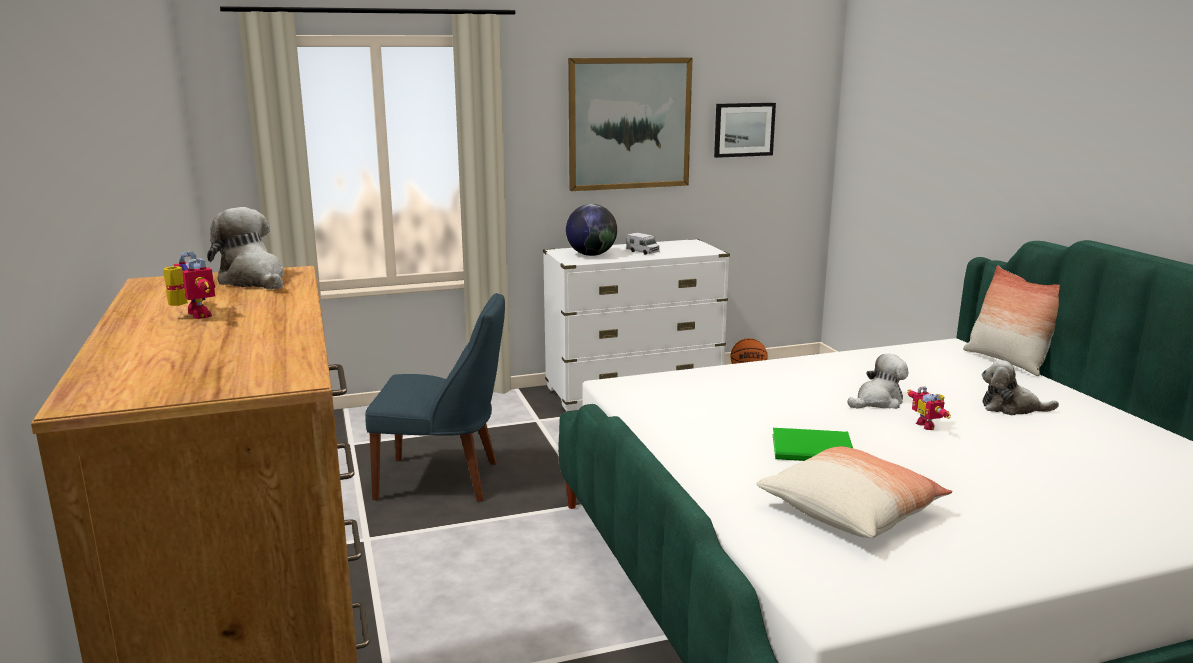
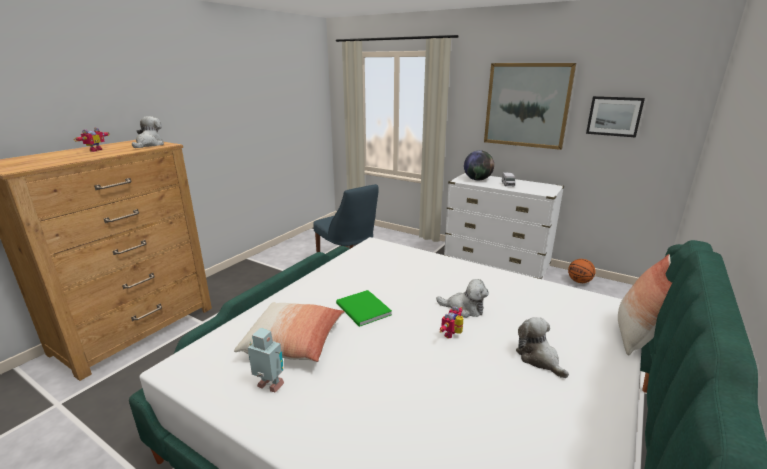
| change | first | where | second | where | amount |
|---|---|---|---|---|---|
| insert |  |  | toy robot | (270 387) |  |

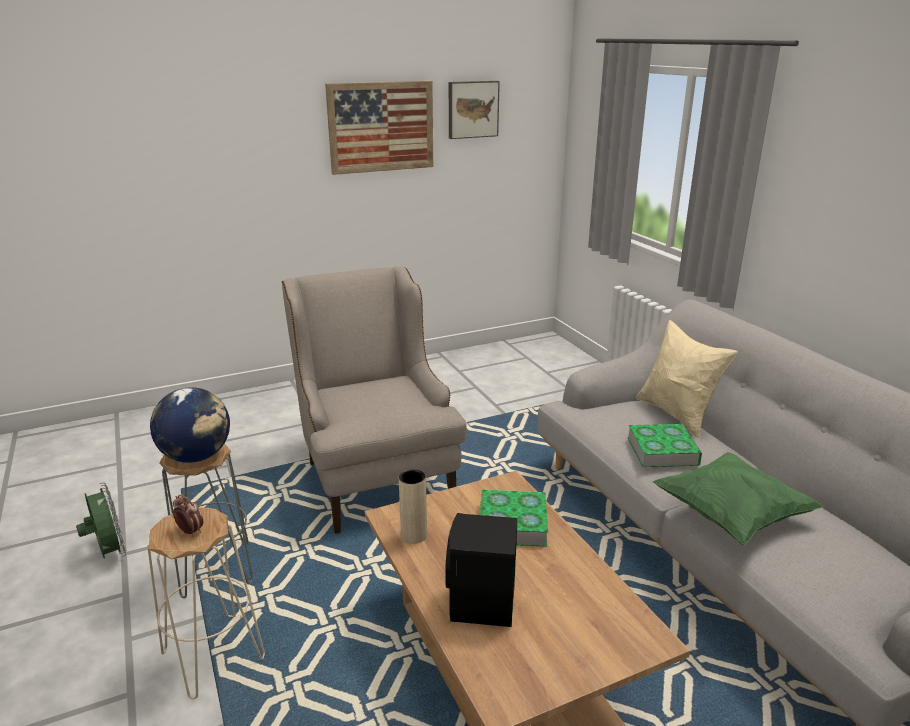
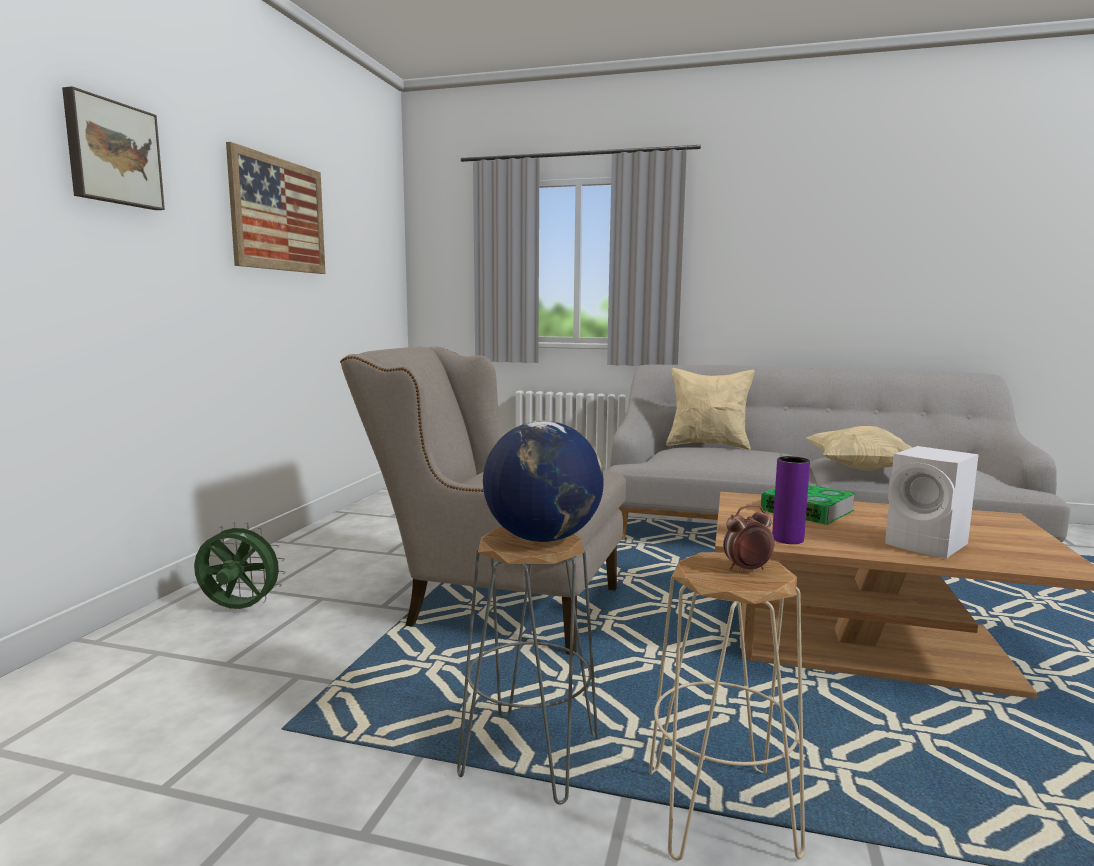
| change | first | where | second | where | amount |
|---|---|---|---|---|---|
| move | picture | (472 109) |  | (112 153) |  |
| move | green fan | (110 553) |  | (239 610) |  |
| recolor | beige vase | (414 535) | purple vase | (787 539) |  |
| recolor | green pillow | (731 516) | beige pillow | (861 469) |  |
| recolor | black speaker | (481 606) | white speaker | (929 545) |  |
| delete | book | (662 451) |  |  |  |

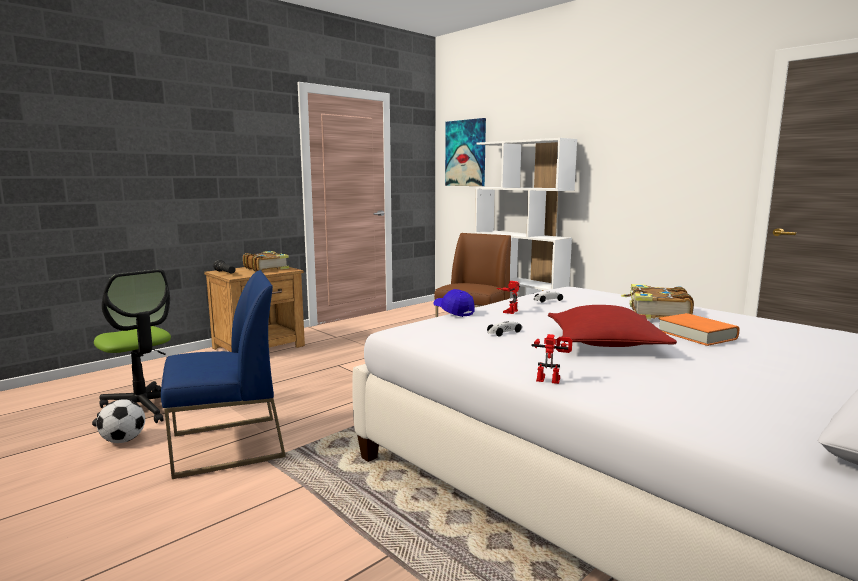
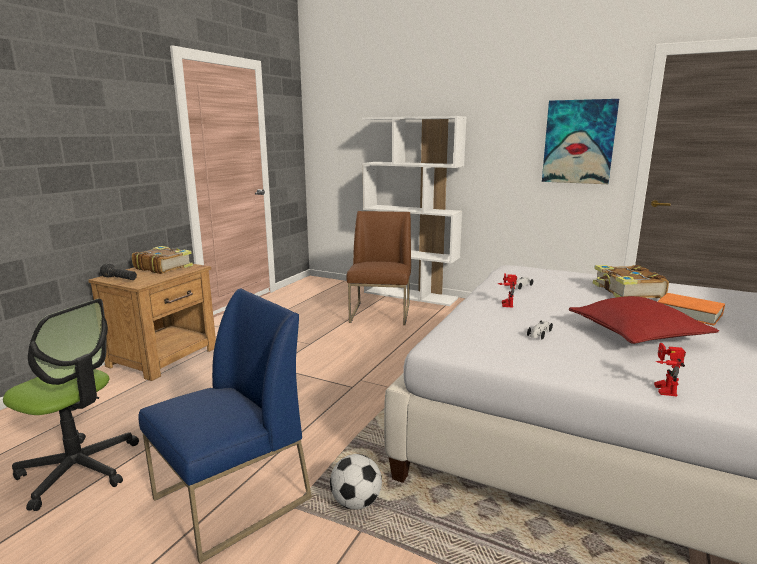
| change | first | where | second | where | amount |
|---|---|---|---|---|---|
| move | football | (123 440) |  | (356 502) |  |
| move | picture | (465 153) |  | (579 142) |  |
| rotate | toy robot | (550 378) |  | (661 389) | 75 degrees counterclockwise |
| delete | blue cap | (453 311) |  |  |  |

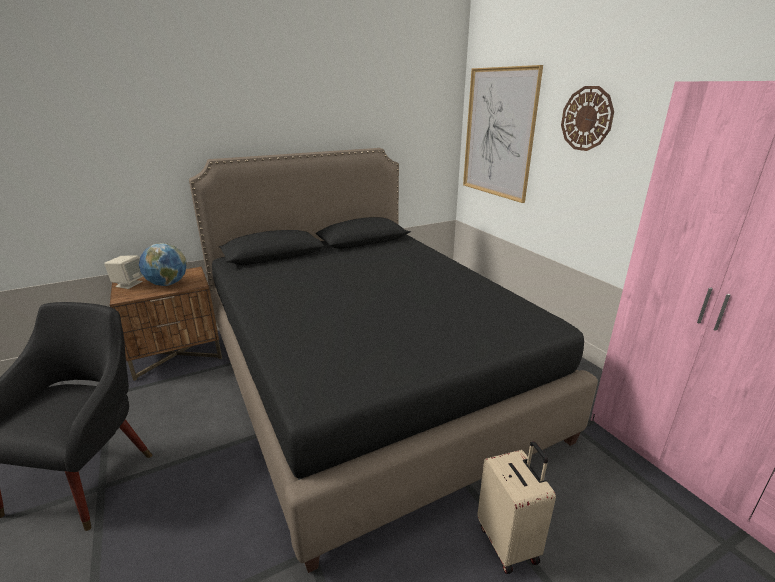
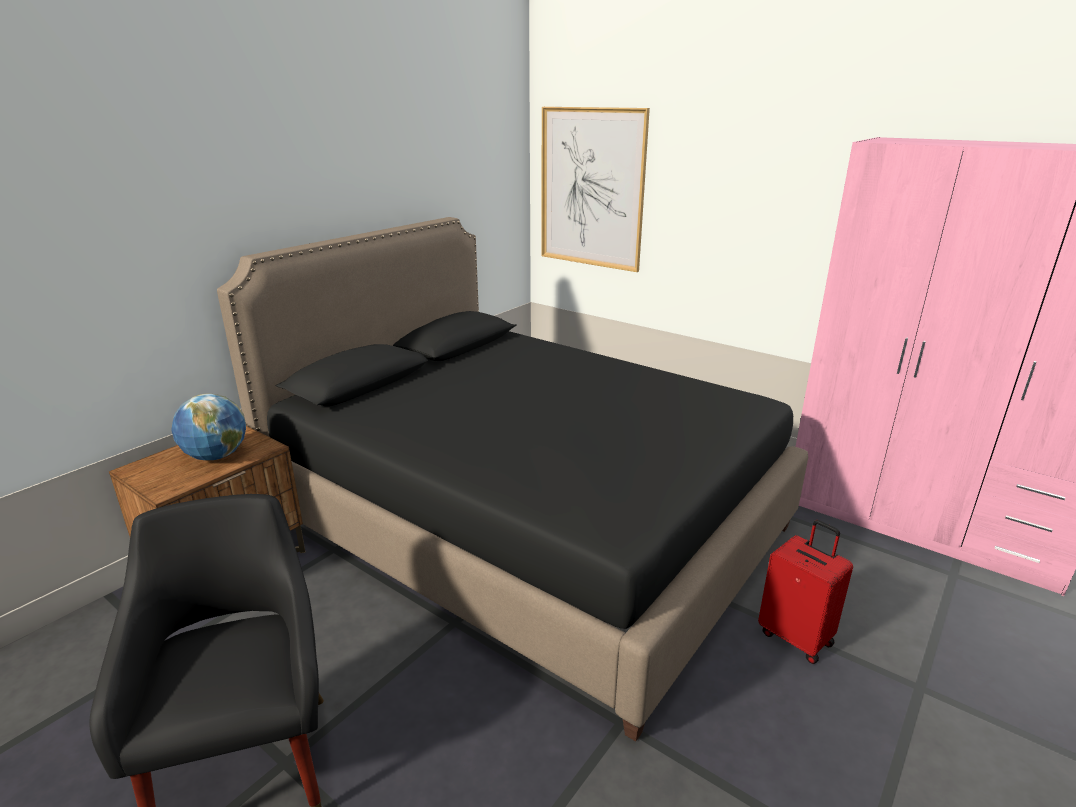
| change | first | where | second | where | amount |
|---|---|---|---|---|---|
| recolor | beige suitcase | (509 543) | red suitcase | (796 637) |  |
| delete | beige speaker | (128 284) |  |  |  |
| delete | wall clock | (587 118) |  |  |  |

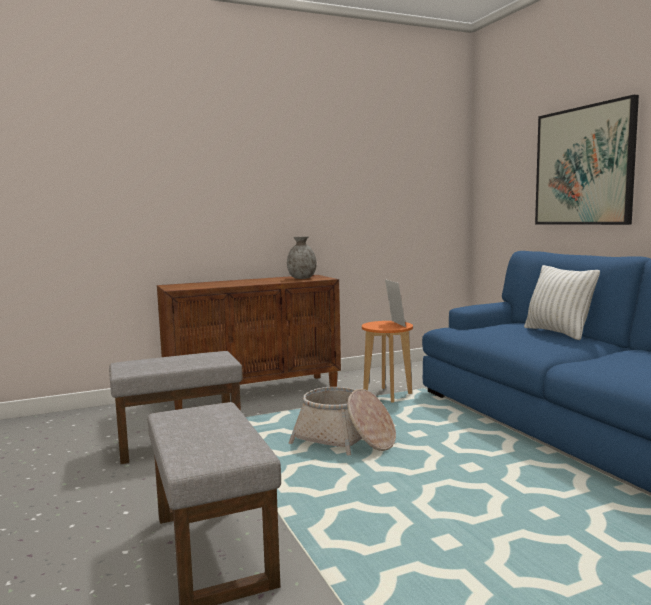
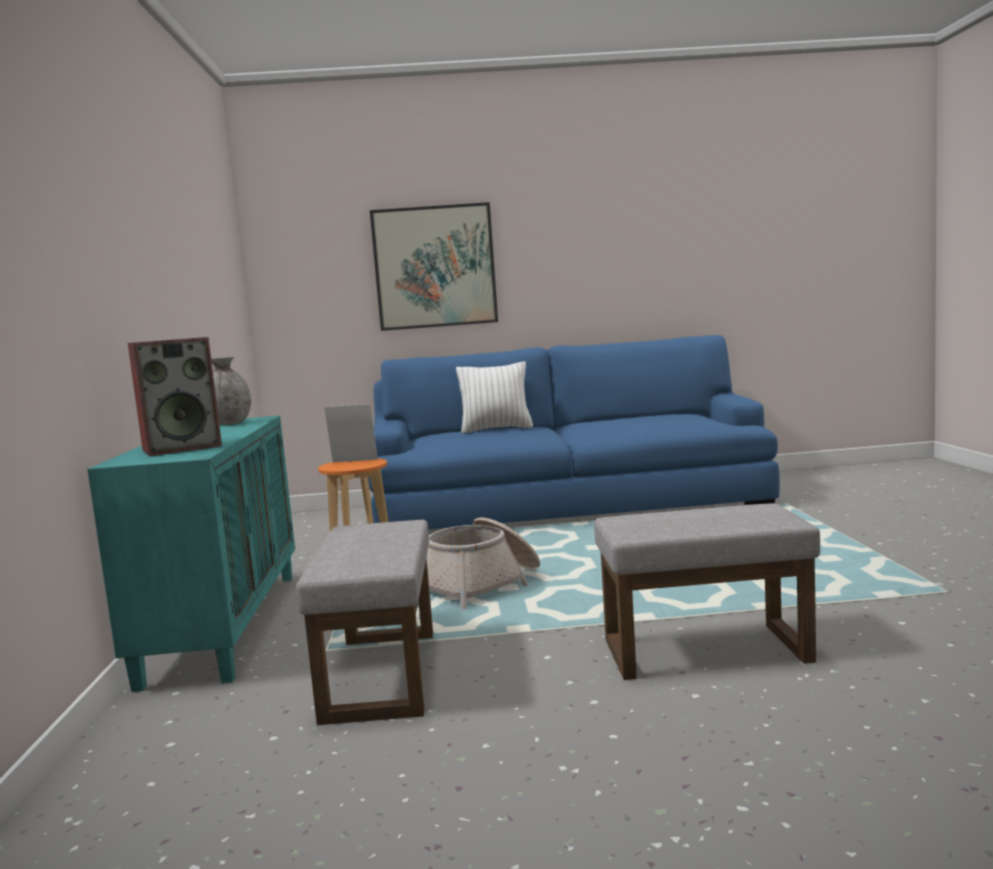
| change | first | where | second | where | amount |
|---|---|---|---|---|---|
| recolor | brown cabinet | (254 392) | turquoise cabinet | (224 625) |  |
| insert |  |  | speaker | (183 447) |  |

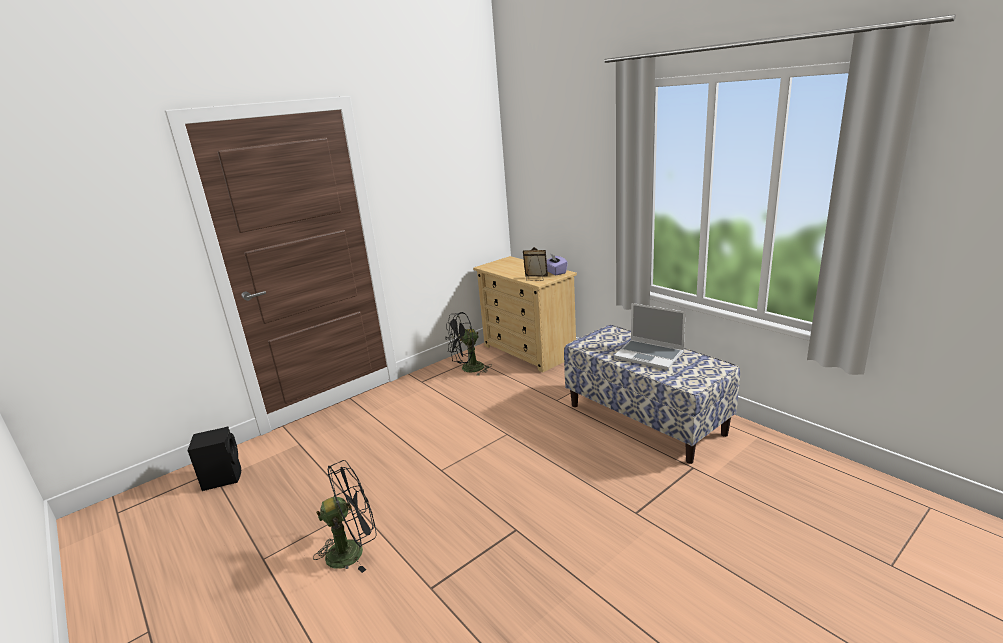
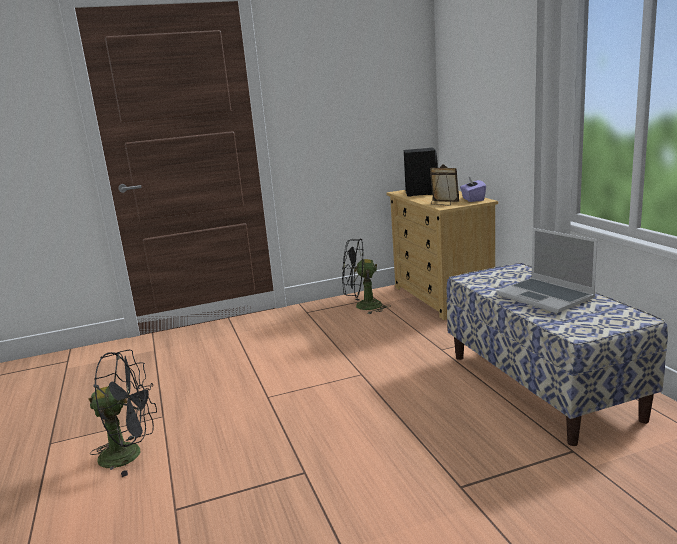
| change | first | where | second | where | amount |
|---|---|---|---|---|---|
| move | black speaker | (223 477) |  | (421 193) |  |

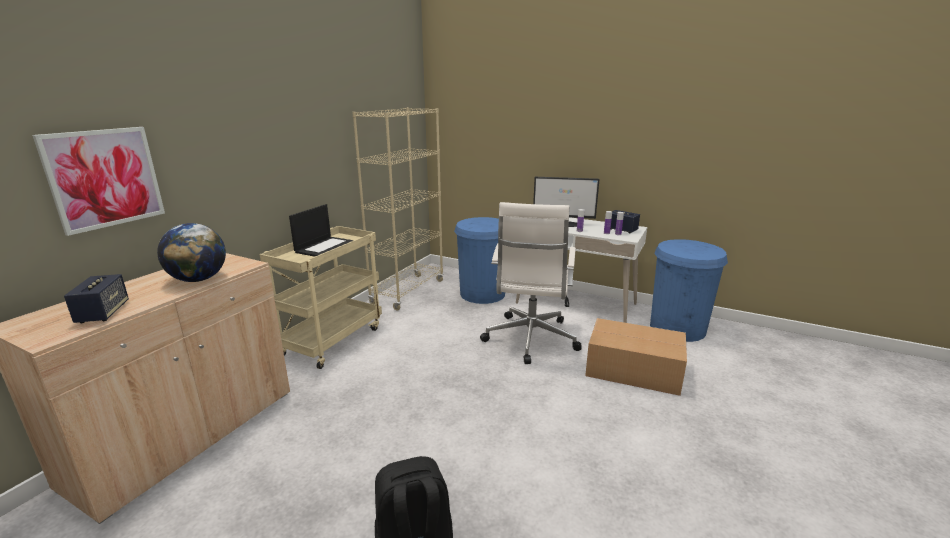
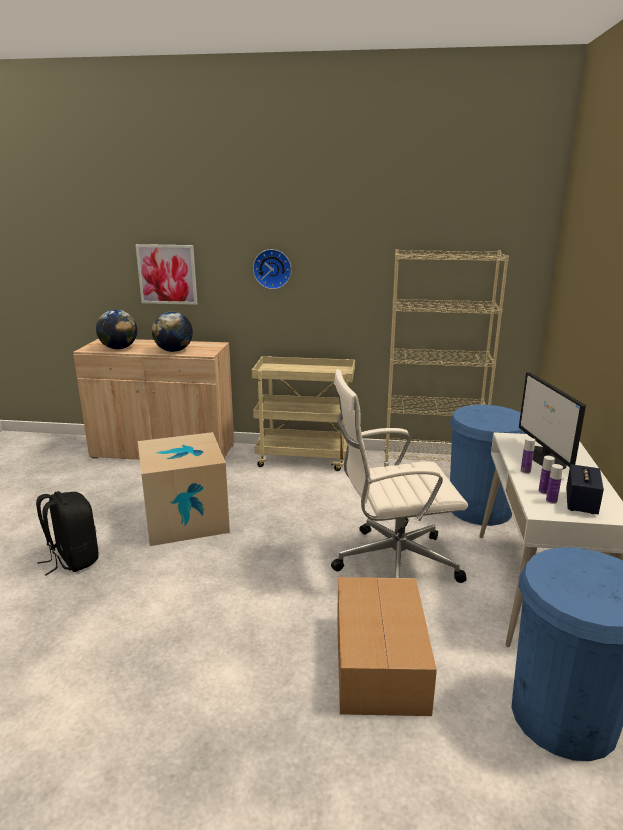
| change | first | where | second | where | amount |
|---|---|---|---|---|---|
| replace | speaker | (103 313) | globe | (119 348) |  |
| insert |  |  | cardboard box | (185 519) |  |
| insert |  |  | wall clock | (272 268) |  |
| delete | laptop | (326 247) |  |  |  |

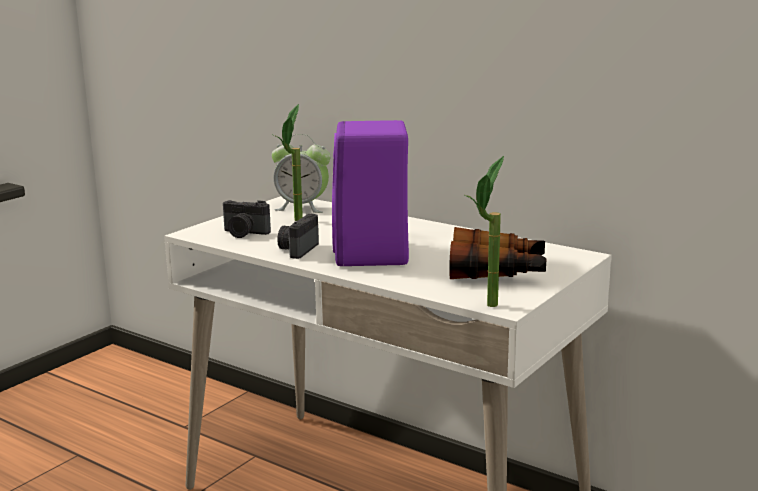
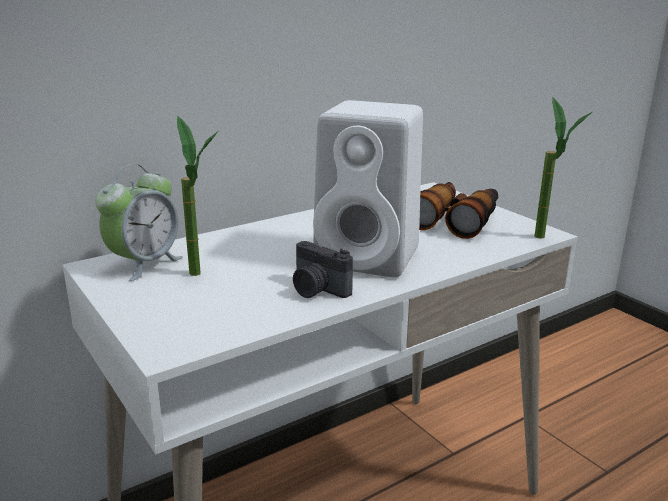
| change | first | where | second | where | amount |
|---|---|---|---|---|---|
| recolor | purple speaker | (372 255) | white speaker | (371 257) |  |
| delete | photo camera | (244 233) |  |  |  |

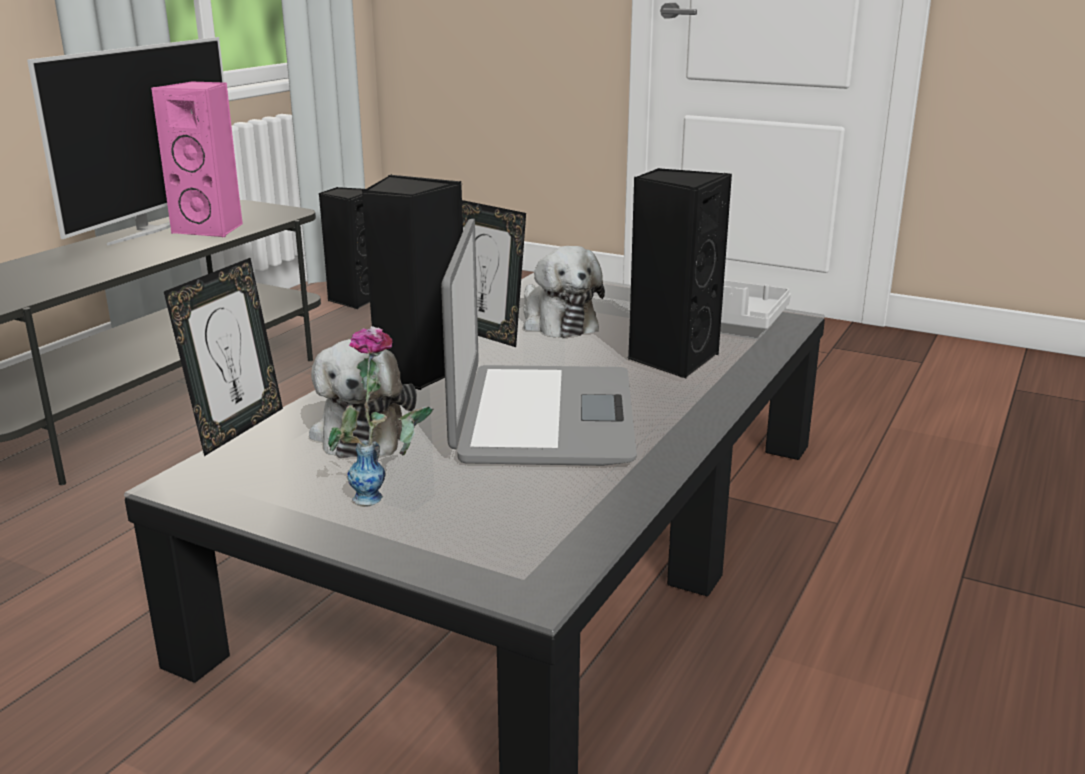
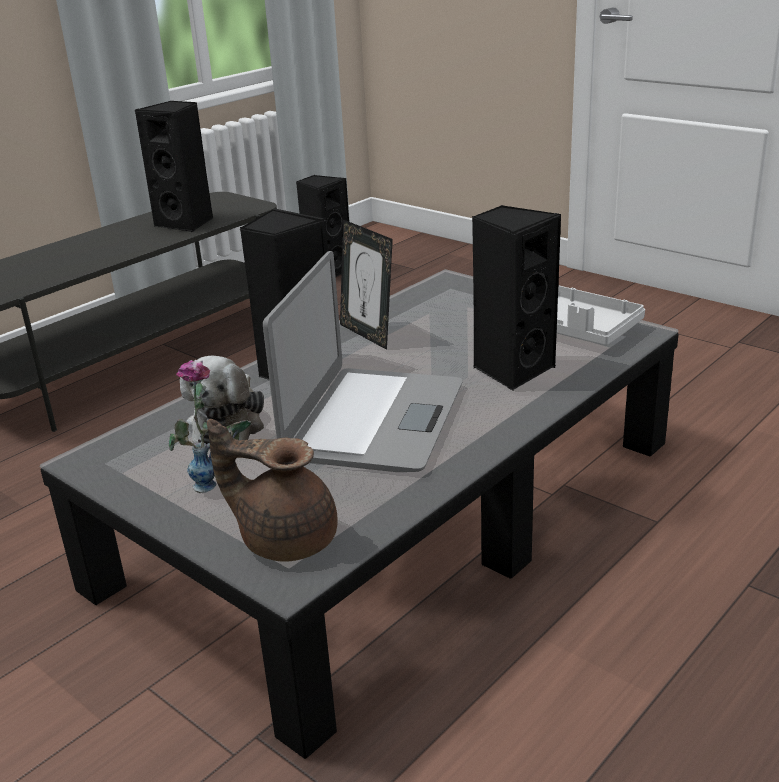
| change | first | where | second | where | amount |
|---|---|---|---|---|---|
| recolor | pink speaker | (212 229) | black speaker | (187 223) |  |
| insert |  |  | brown teapot | (285 538) |  |
| delete | television | (151 229) |  |  |  |
| delete | picture frame | (237 429) |  |  |  |
| delete | plush toy | (557 322) |  |  |  |

